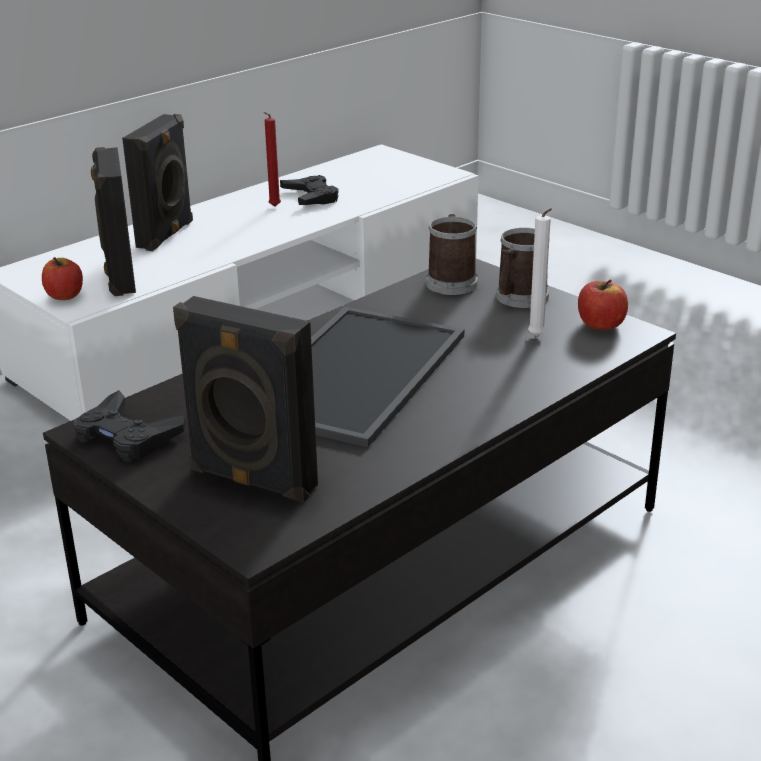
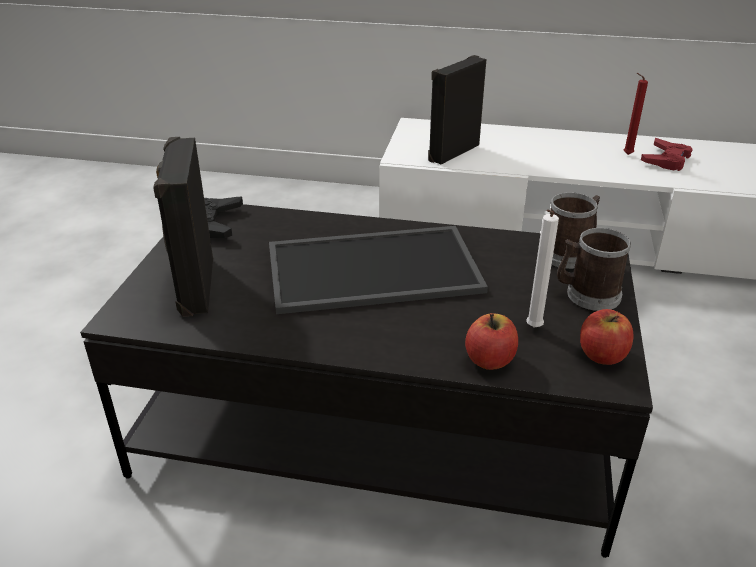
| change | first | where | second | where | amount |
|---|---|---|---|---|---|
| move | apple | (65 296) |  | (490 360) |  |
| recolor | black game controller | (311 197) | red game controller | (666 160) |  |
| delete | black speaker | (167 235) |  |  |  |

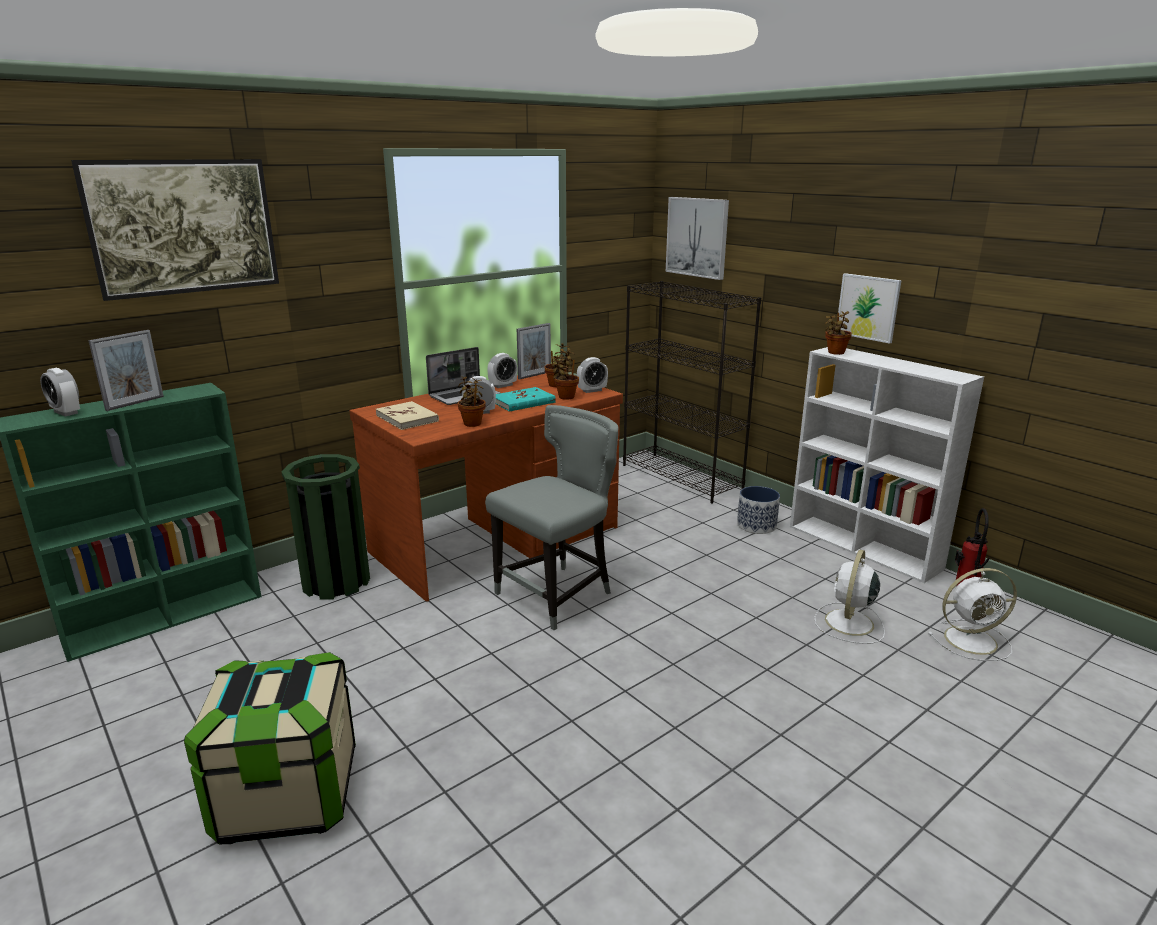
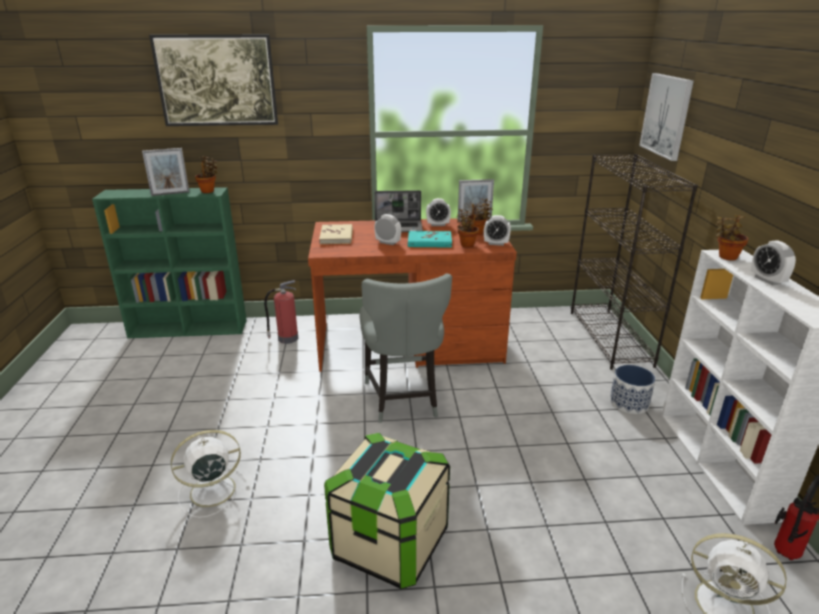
| change | first | where | second | where | amount |
|---|---|---|---|---|---|
| move | white fan | (848 623) |  | (210 491) |  |
| move | potted plant | (472 423) |  | (208 191) |  |
| replace | green trash can | (336 581) | fire extinguisher | (287 338) |  |
| move | storage box | (287 795) |  | (389 543) |  |
| rotate | grey chair | (557 595) |  | (403 400) | 90 degrees clockwise |
| move | alarm clock | (66 412) |  | (767 280) |  |
| delete | picture | (868 307) |  |  |  |

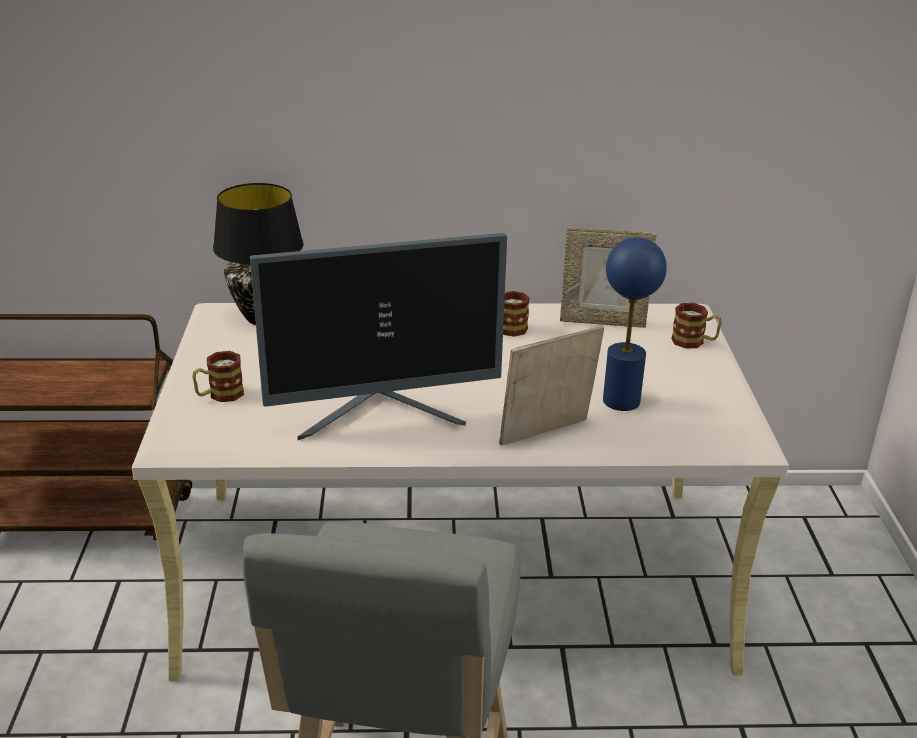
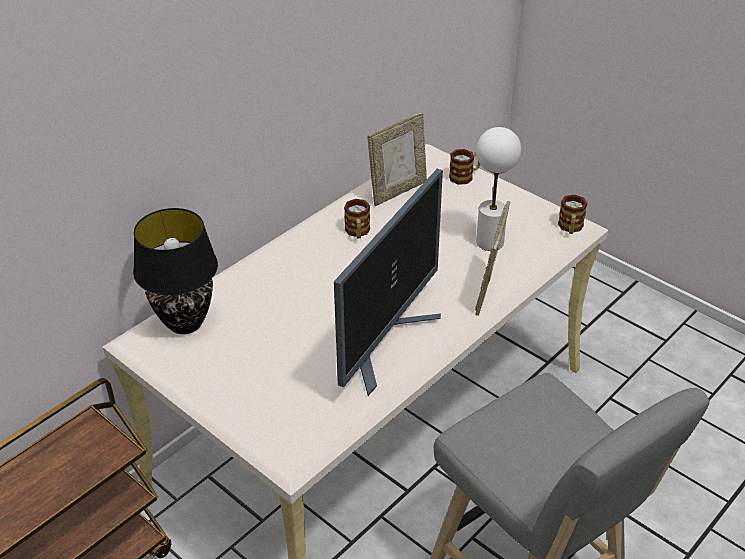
| change | first | where | second | where | amount |
|---|---|---|---|---|---|
| recolor | blue table lamp | (621 400) | white table lamp | (489 242) |  |
| move | mug | (219 395) |  | (570 228) |  |

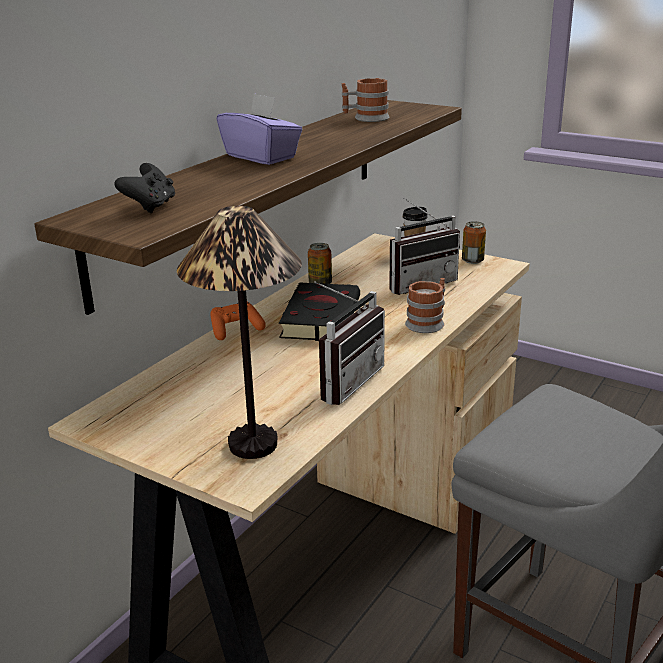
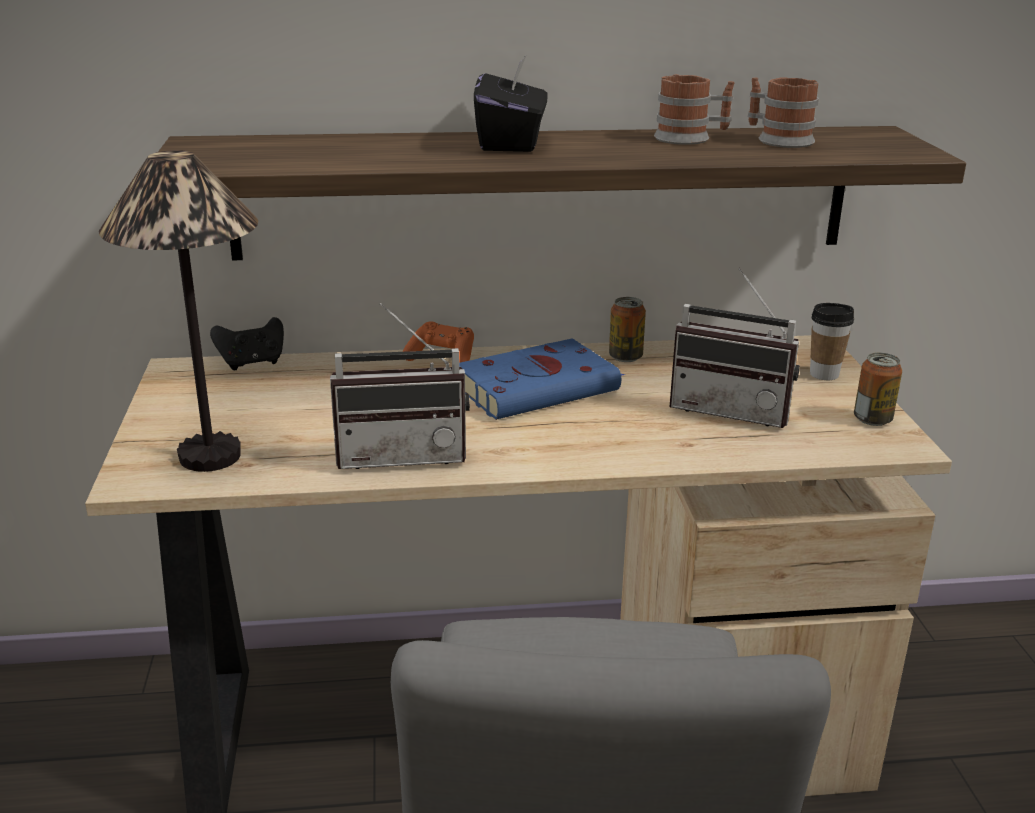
| change | first | where | second | where | amount |
|---|---|---|---|---|---|
| move | black game controller | (150 207) |  | (252 363) |  |
| recolor | black book | (321 317) | blue book | (540 388) |  |
| recolor | purple tissue box | (261 157) | black tissue box | (511 142) |  |
| move | mug | (428 322) |  | (691 138) |  |

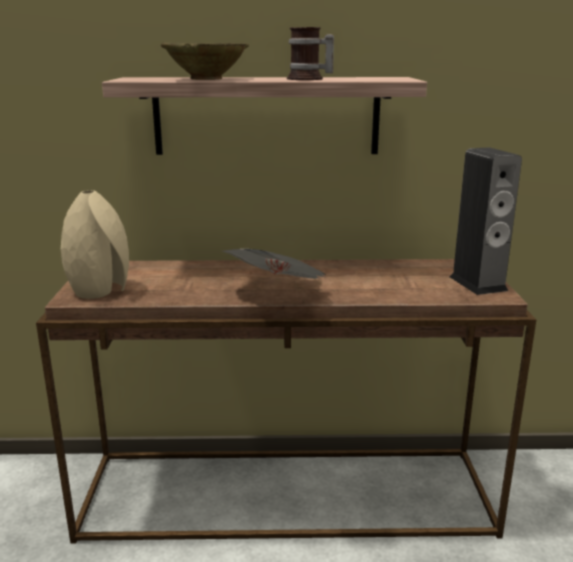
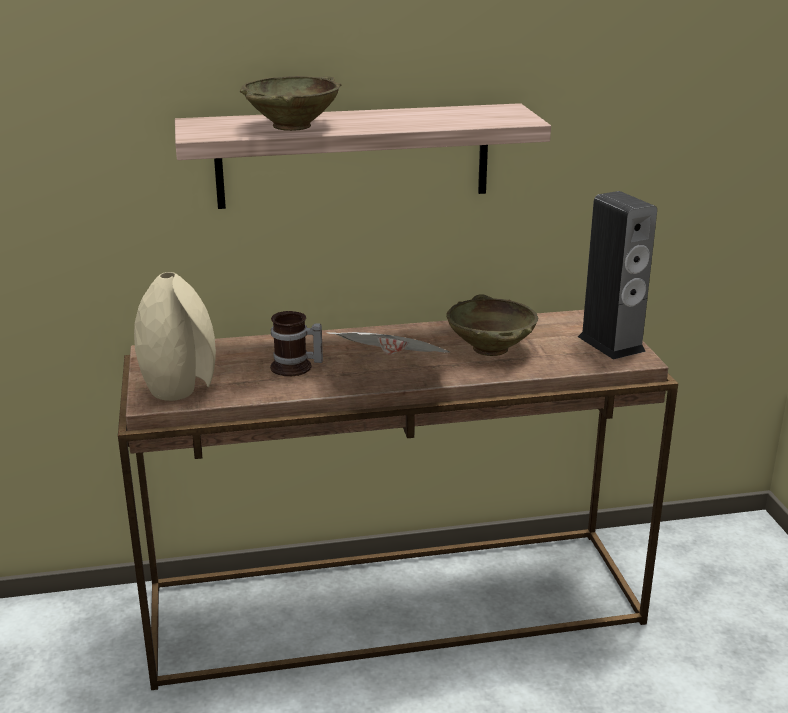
| change | first | where | second | where | amount |
|---|---|---|---|---|---|
| move | mug | (308 79) |  | (295 368) |  |
| insert |  |  | beige bowl | (490 348) |  |

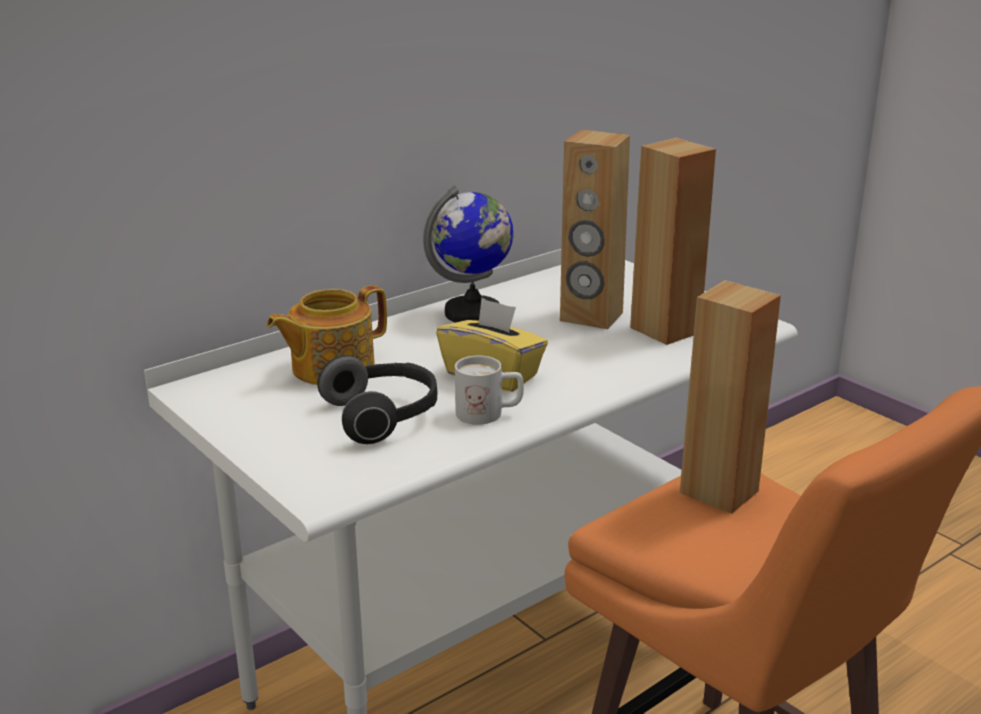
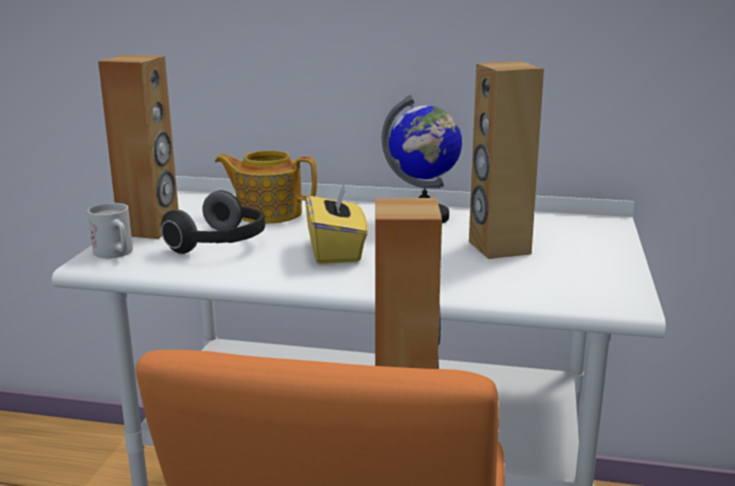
| change | first | where | second | where | amount |
|---|---|---|---|---|---|
| move | white mug | (489 414) |  | (116 254) |  |
| move | brown speaker | (666 330) |  | (150 229) |  |

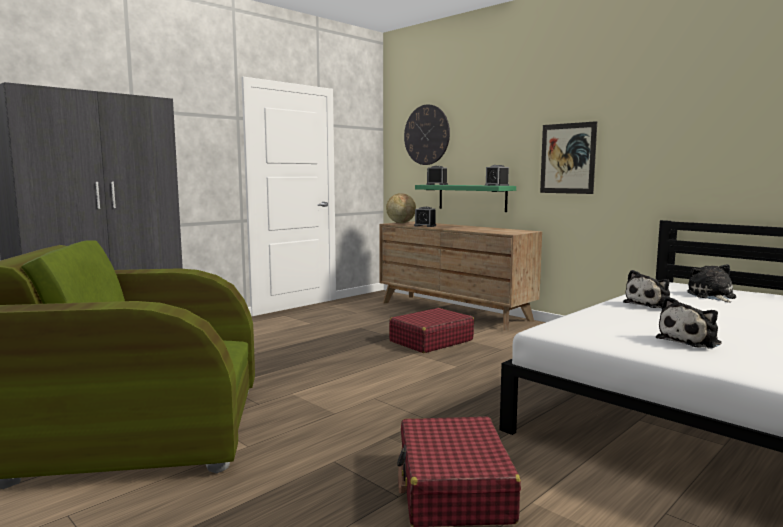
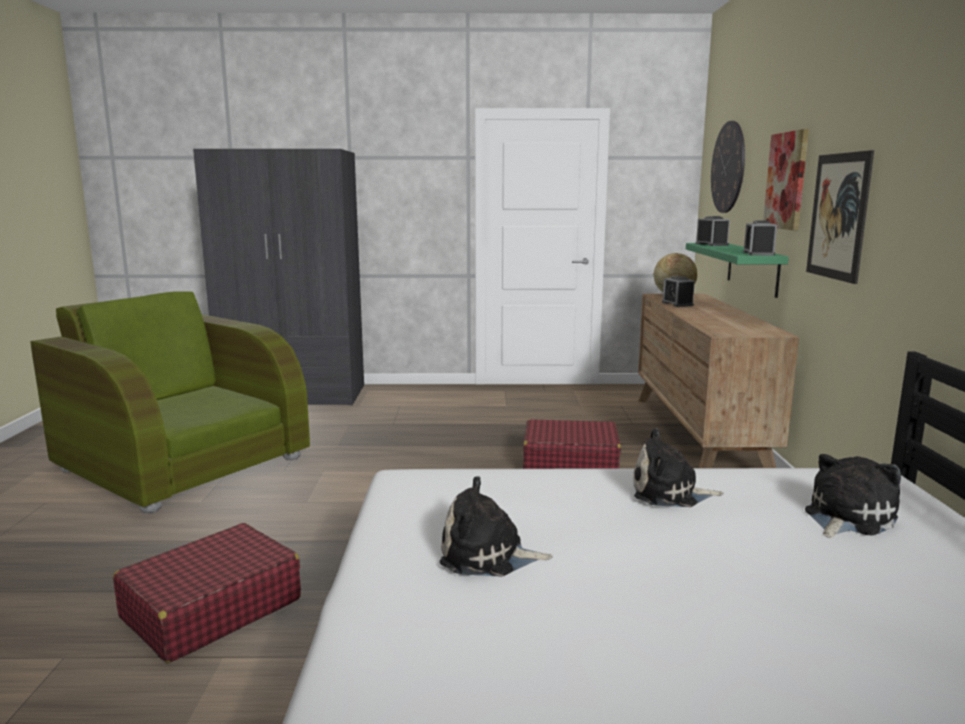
| change | first | where | second | where | amount |
|---|---|---|---|---|---|
| insert |  |  | picture | (786 180) |  |

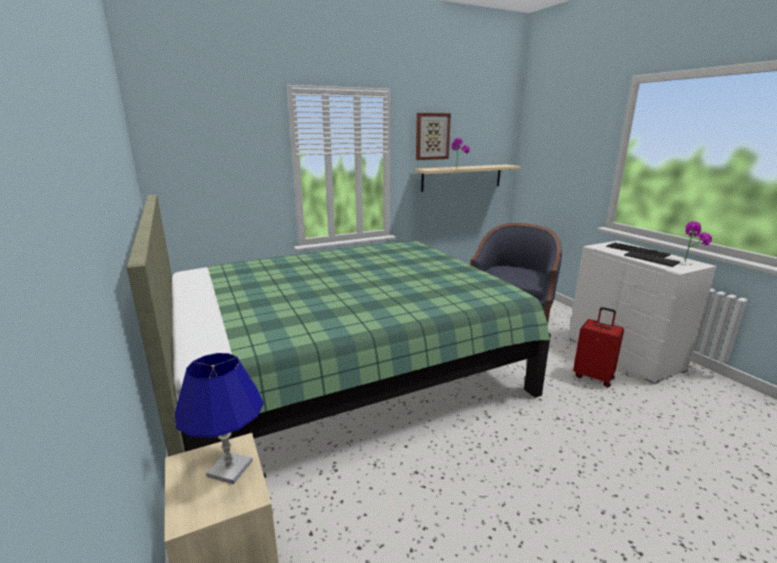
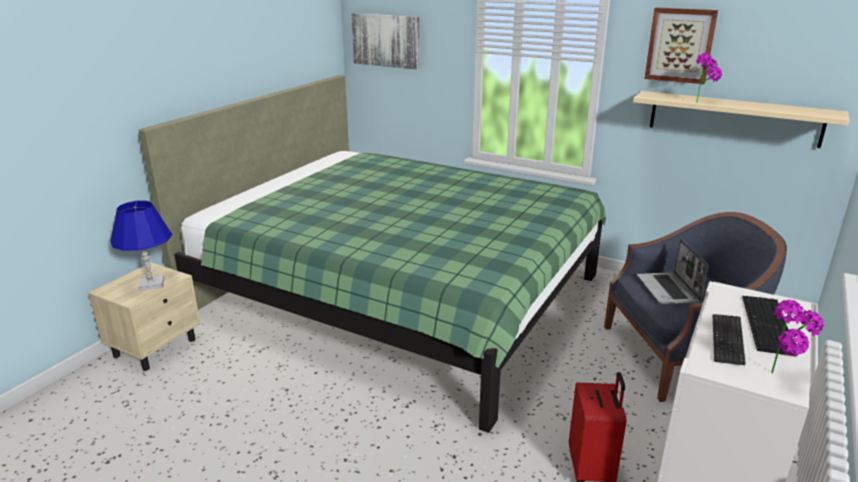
| change | first | where | second | where | amount |
|---|---|---|---|---|---|
| insert |  |  | picture | (386 40) |  |
| insert |  |  | laptop | (668 290) |  |

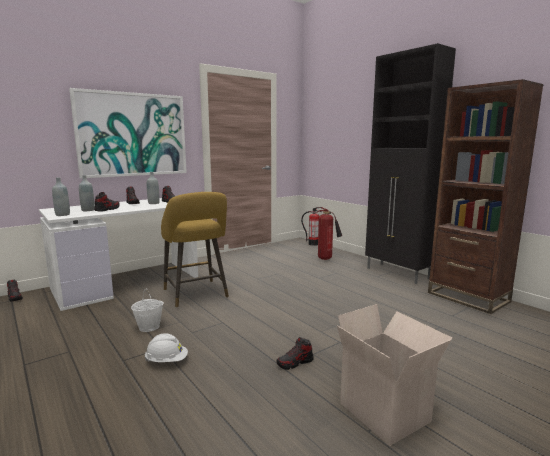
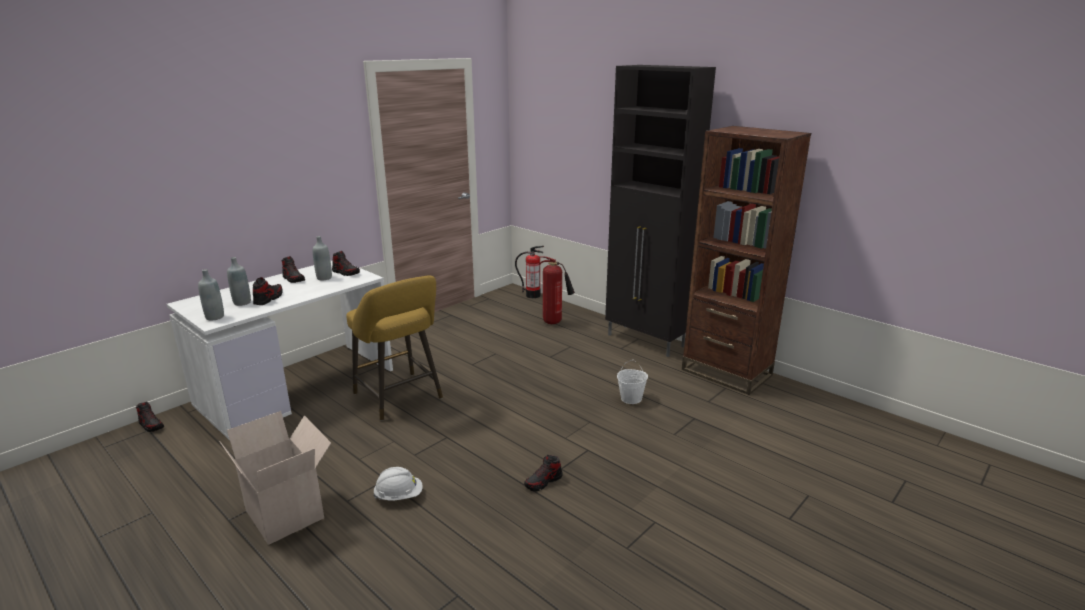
| change | first | where | second | where | amount |
|---|---|---|---|---|---|
| move | cardboard box | (387 412) |  | (287 513) |  |
| move | white bucket | (149 327) |  | (631 398) |  |
| delete | picture | (132 135) |  |  |  |

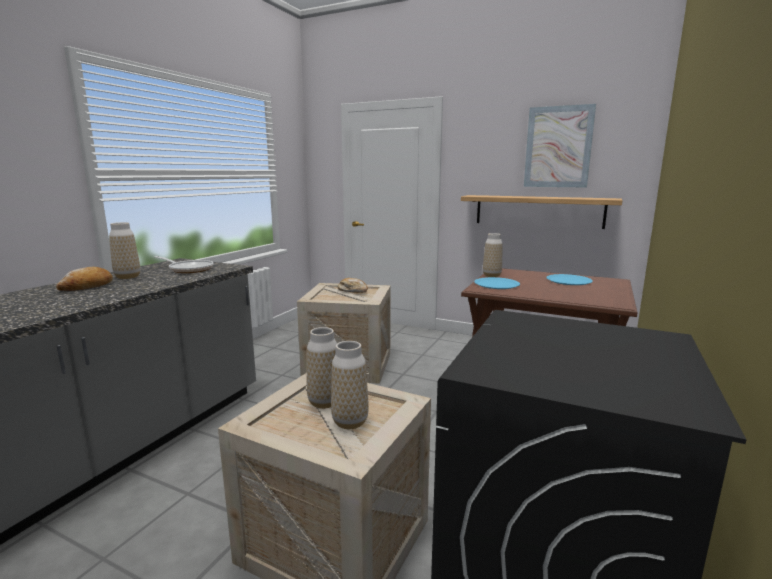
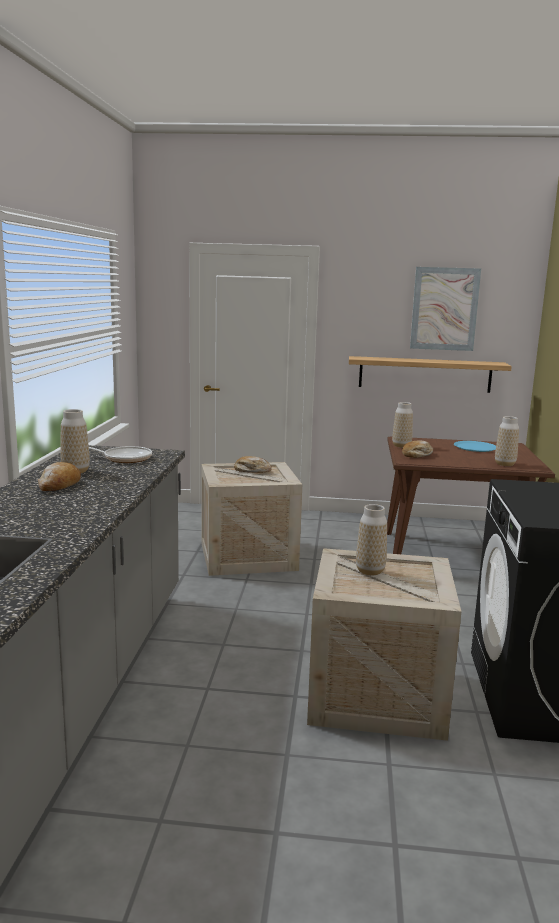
| change | first | where | second | where | amount |
|---|---|---|---|---|---|
| replace | blue plate | (496 284) | bread | (417 455) |  |
| move | vase | (350 422) |  | (505 464) |  |

